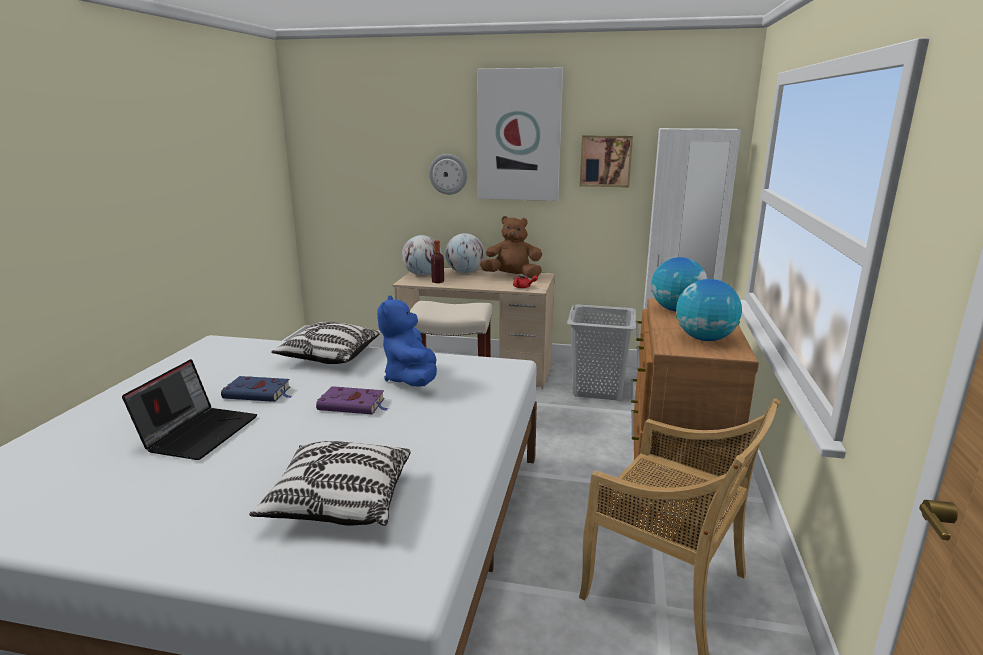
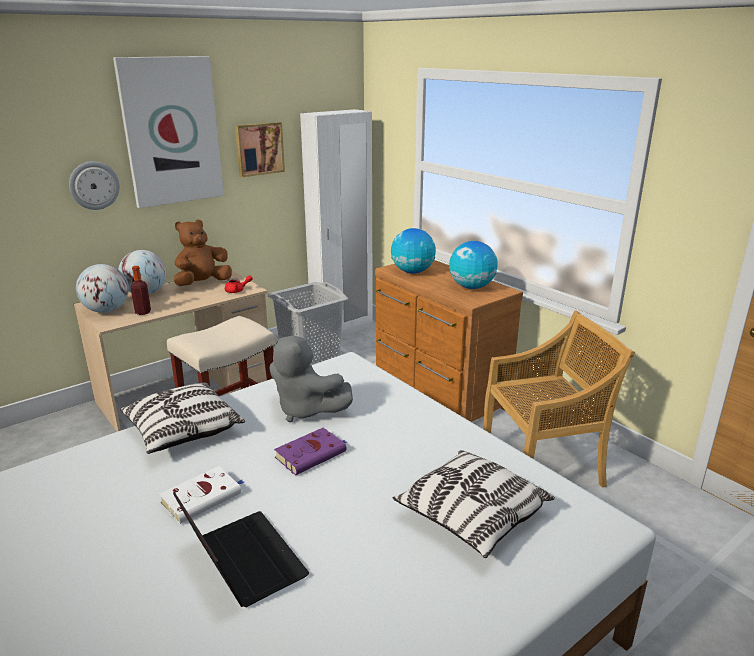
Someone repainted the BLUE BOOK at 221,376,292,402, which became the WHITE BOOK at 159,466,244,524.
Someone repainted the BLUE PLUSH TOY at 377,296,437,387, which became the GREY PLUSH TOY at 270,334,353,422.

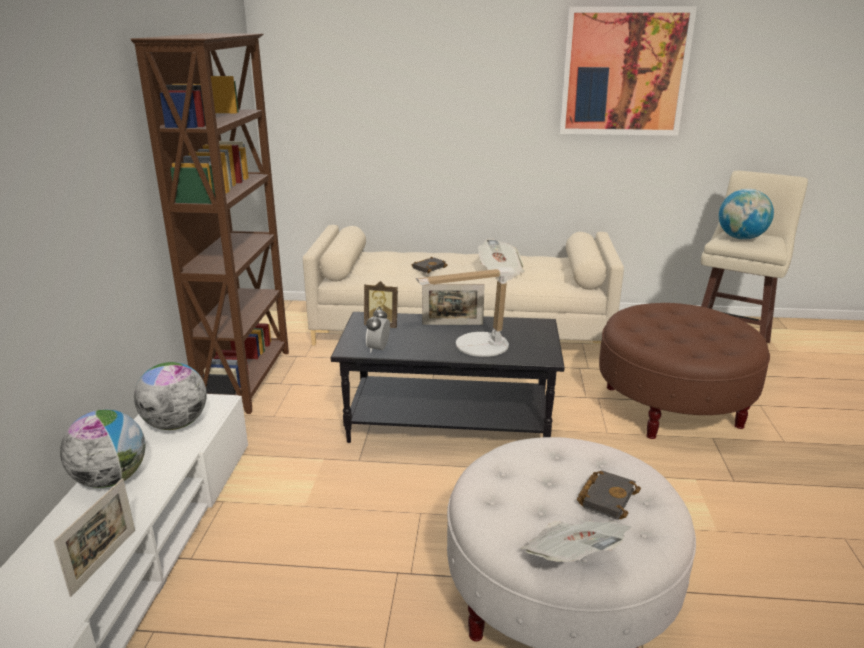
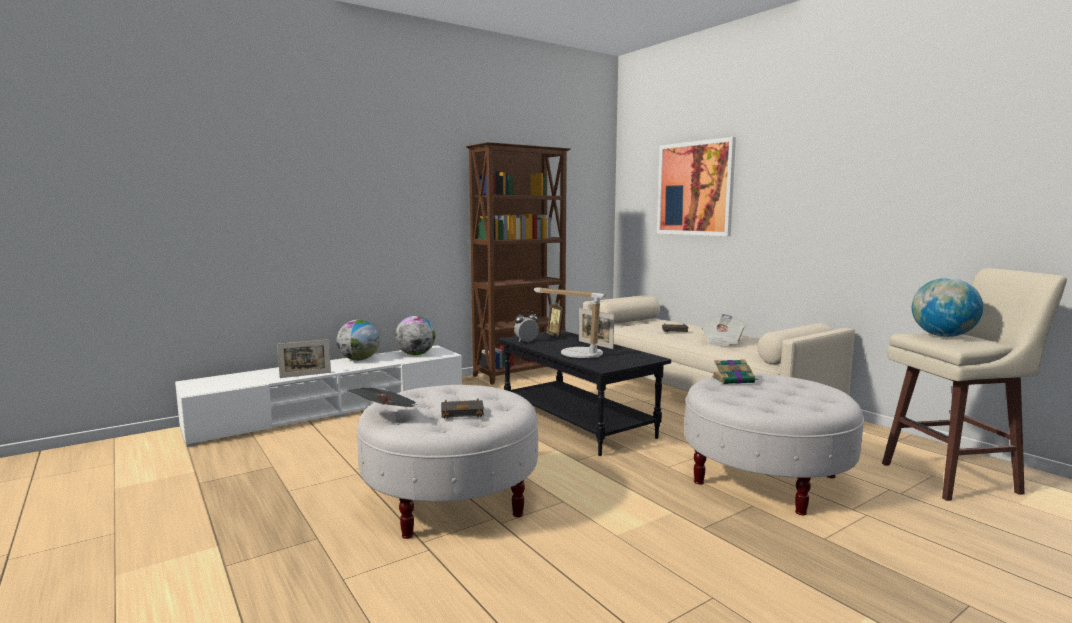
Someone carried the PICTURE from 559,7,697,136 to 657,137,736,236.
Someone repainted the BROWN OTTOMAN at 599,303,770,439, which became the WHITE OTTOMAN at 684,373,864,515.
Someone put down the BOOK at 712,359,758,384.

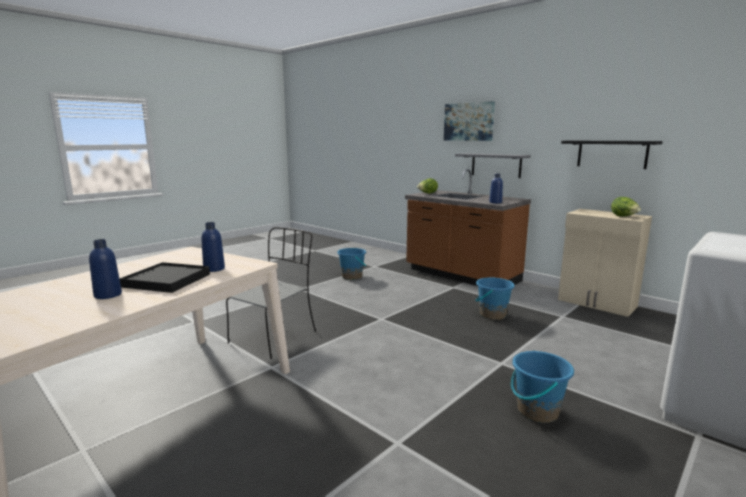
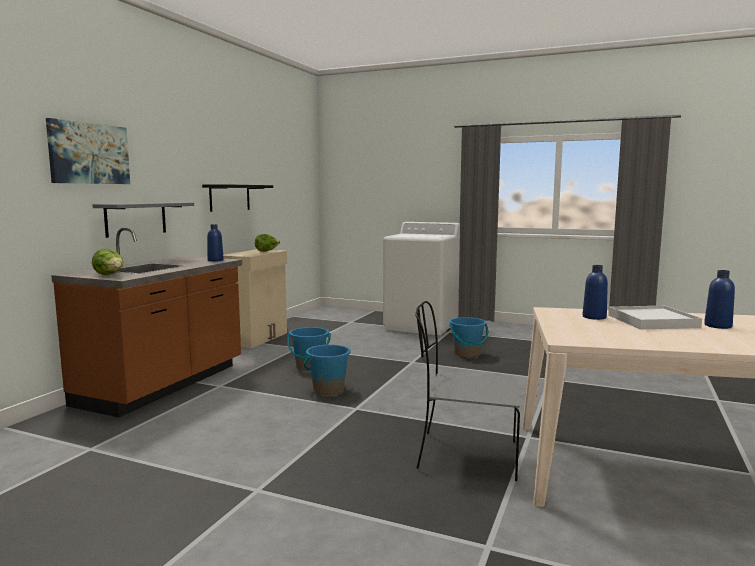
Someone carried the BLUE BUCKET from 337,248,366,280 to 303,345,350,395.
Someone repainted the BLACK TRAY at 119,262,210,293, which became the WHITE TRAY at 608,306,702,329.

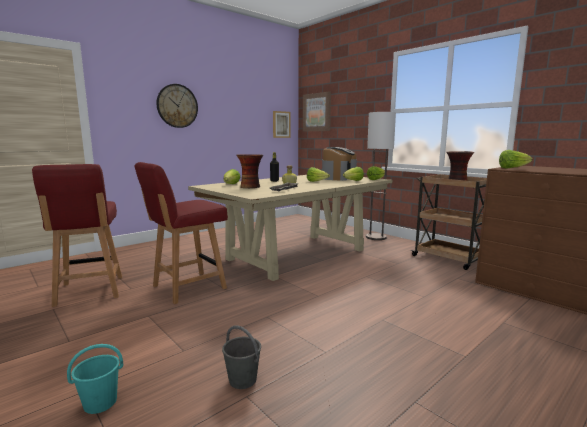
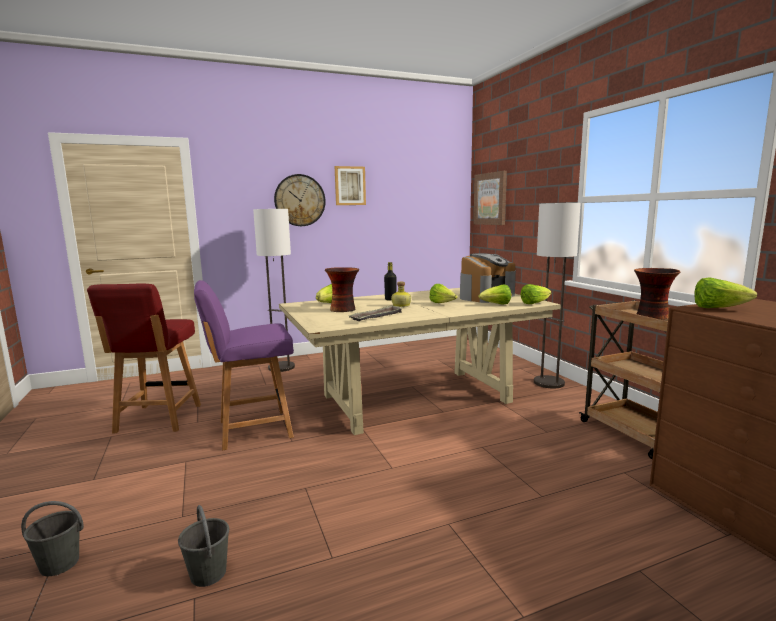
Someone repainted the TURQUOISE BUCKET at 67,344,123,414, which became the GREY BUCKET at 21,501,84,576.
Someone repainted the RED CHAIR at 135,162,228,304, which became the PURPLE CHAIR at 194,280,294,450.
Someone put down the FLOOR LAMP at 253,209,295,372.
Someone carried the PICTURE from 273,111,291,138 to 335,166,366,205.

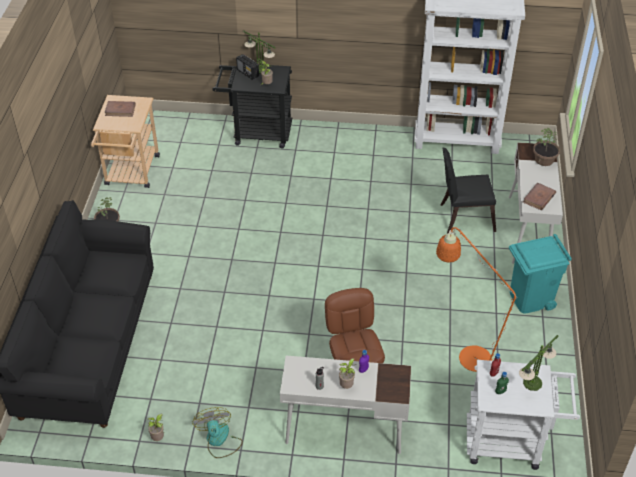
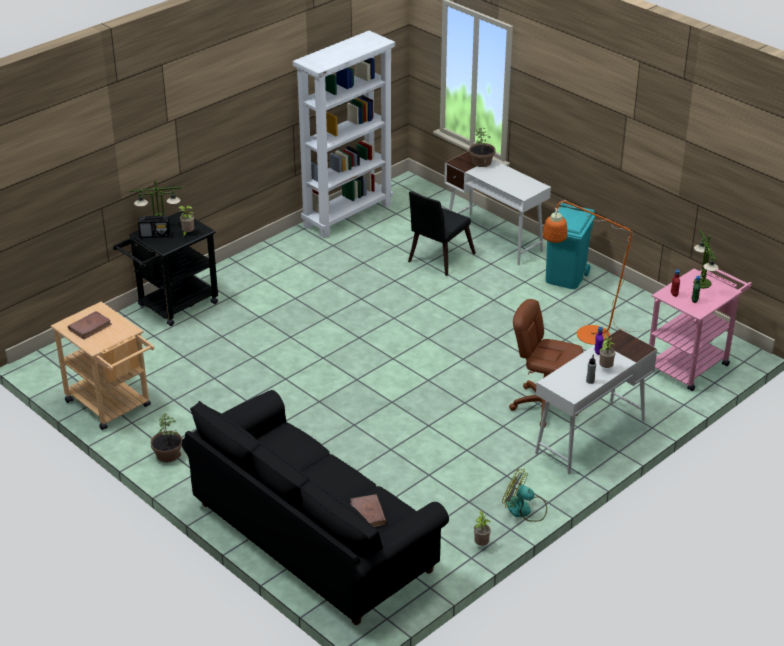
Someone carried the BROWN BOOK from 523,182,556,210 to 350,494,387,527.
Someone repainted the WHITE CART at 467,360,580,470, which became the PINK CART at 649,269,752,391.

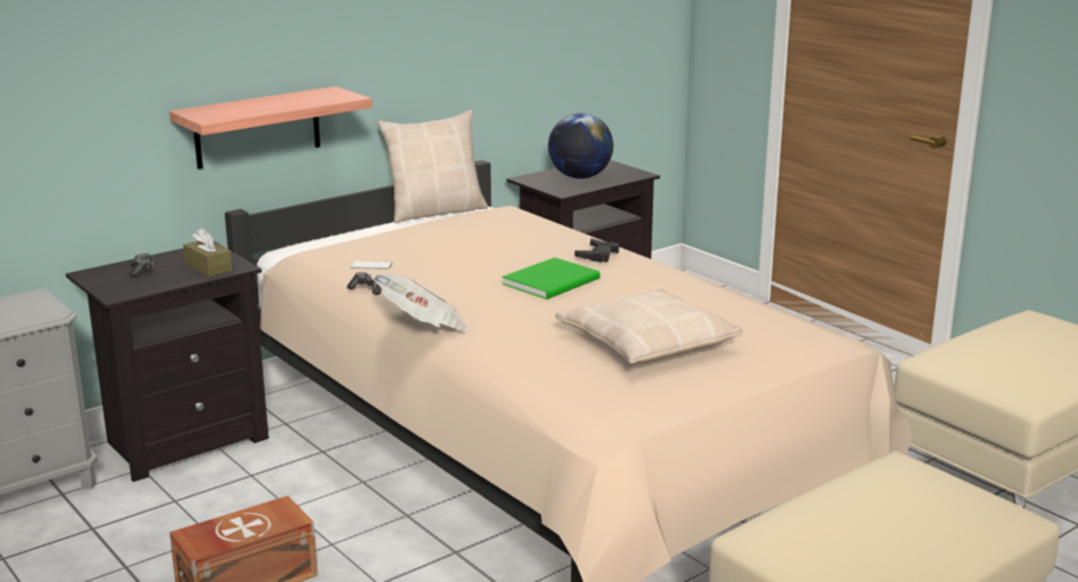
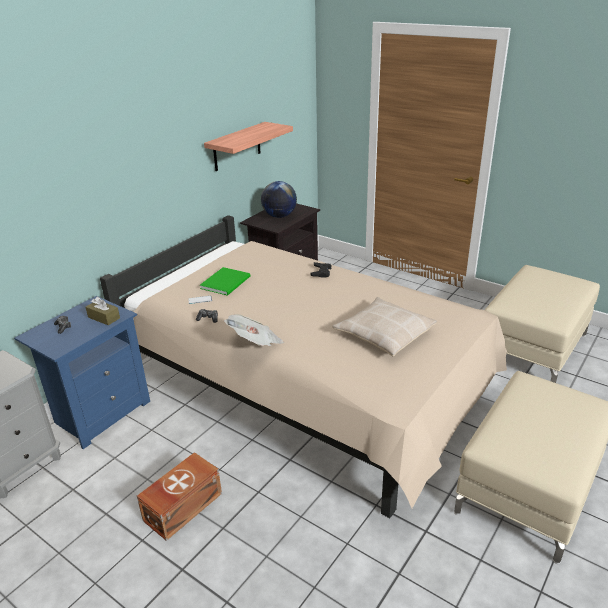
Someone repainted the BLACK NIGHTSTAND at 66,241,269,482, which became the BLUE NIGHTSTAND at 14,296,150,449.
Someone carried the GREEN BOOK from 502,257,600,299 to 200,267,250,296.
Someone carried the SHELF from 169,86,372,169 to 204,122,293,171.
Someone took away the BEIGE PILLOW at 377,110,488,223.

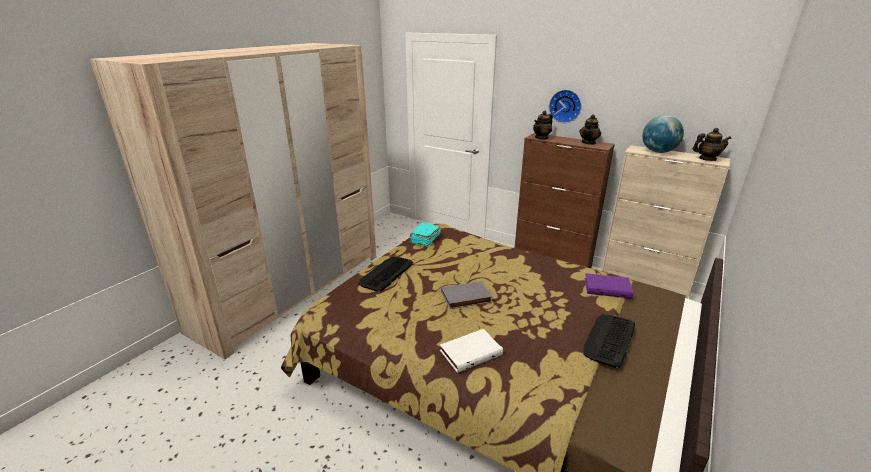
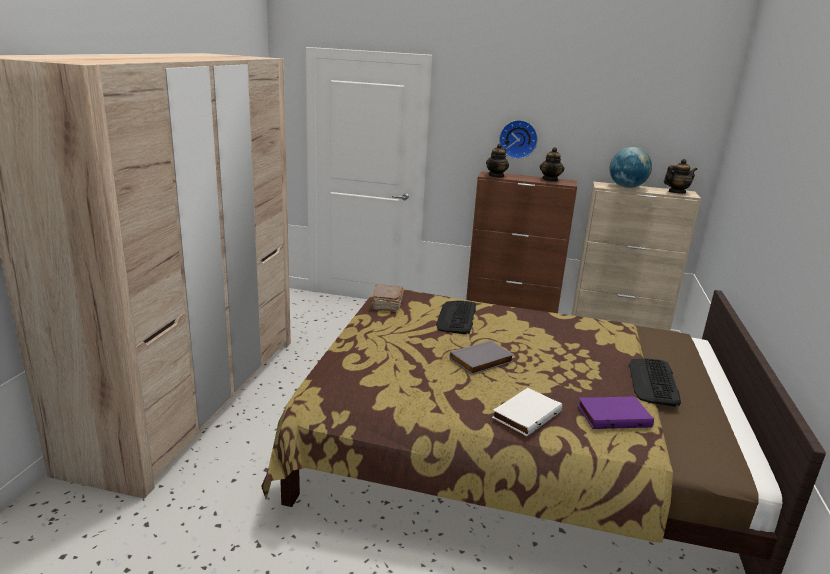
Someone repainted the TURQUOISE BOOK at 410,223,441,247, which became the BROWN BOOK at 371,284,404,312.
Someone carried the KEYBOARD from 358,257,413,292 to 436,300,476,334.
Someone carried the PURPLE BOOK from 585,273,634,299 to 577,397,654,429.

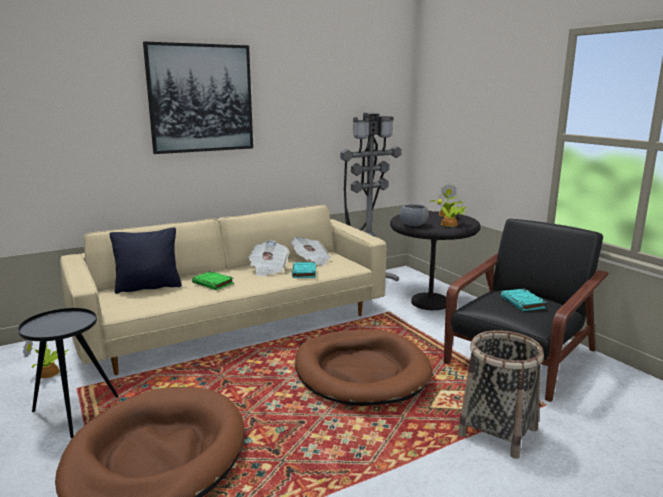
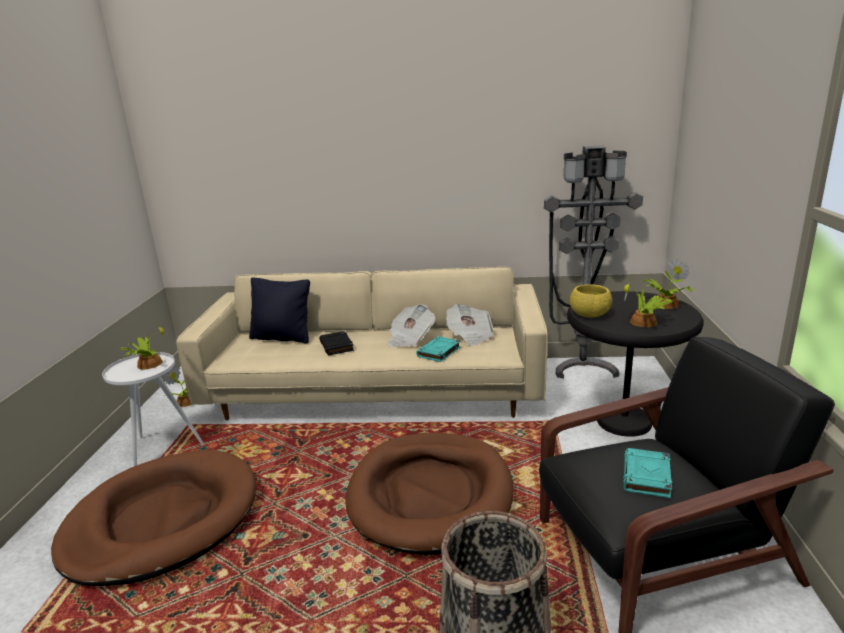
Someone repainted the BLACK SIDE TABLE at 18,308,119,438, which became the WHITE SIDE TABLE at 102,352,204,466.
Someone put down the POTTED PLANT at 119,324,164,369.
Someone repainted the GREEN BOOK at 192,271,234,290, which became the BLACK BOOK at 319,331,354,355.
Someone repainted the GREY BOWL at 400,204,429,226, which became the YELLOW BOWL at 570,284,612,317.
Someone took away the PICTURE at 143,42,253,154.

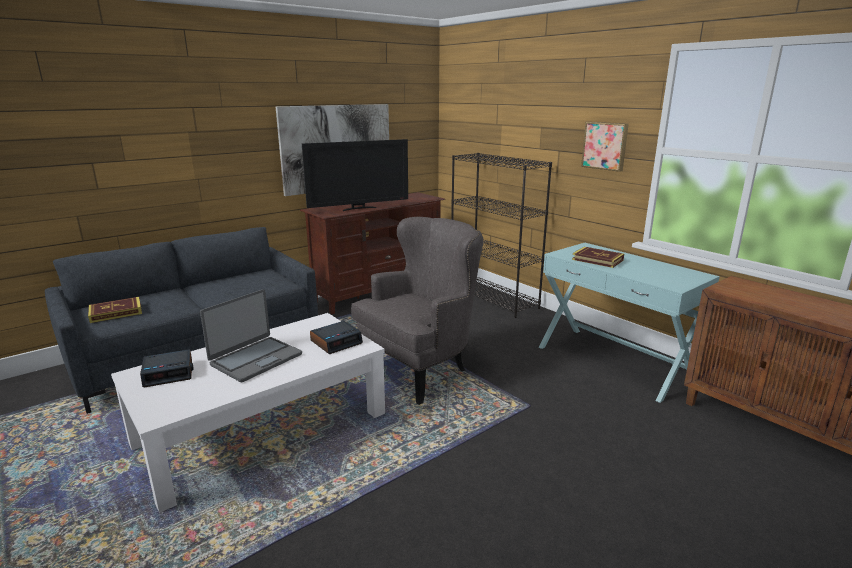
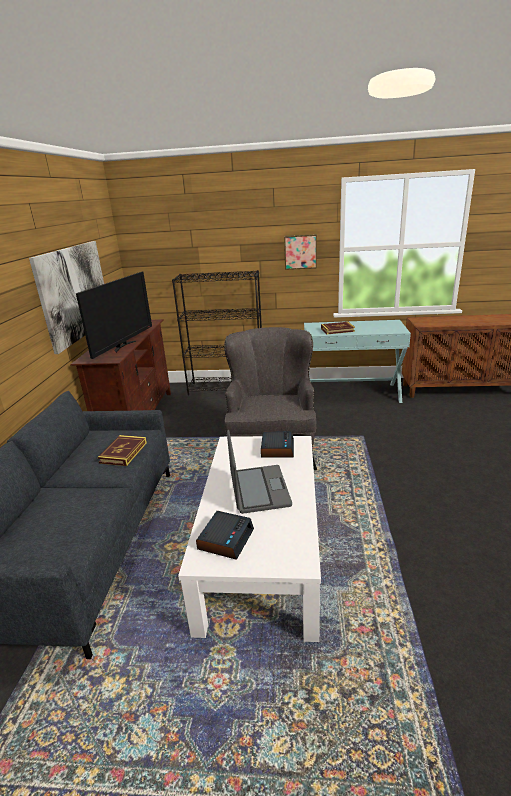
Someone carried the BOOK from 88,297,142,323 to 98,435,147,466.

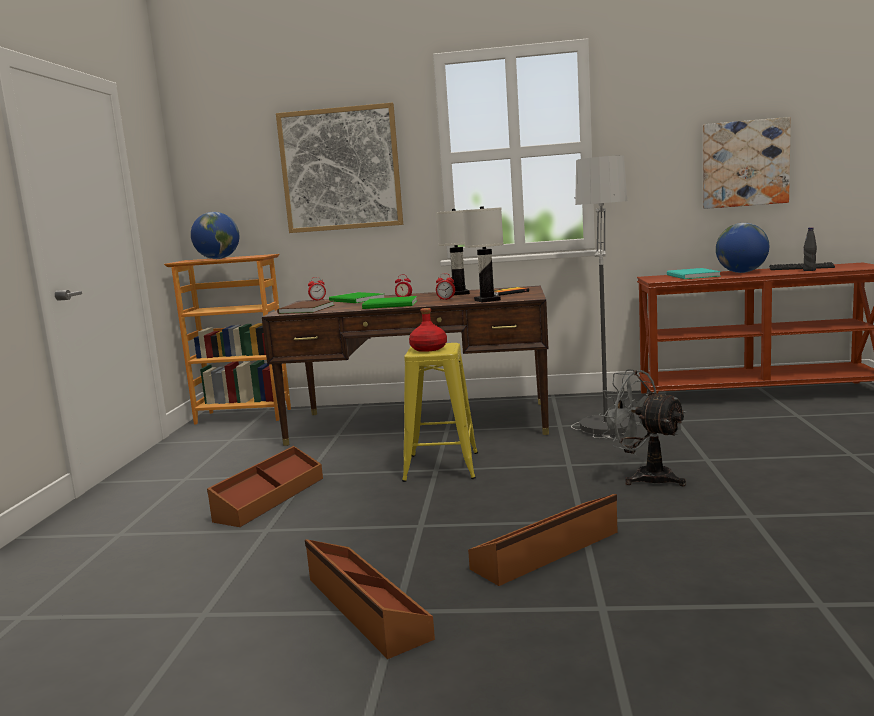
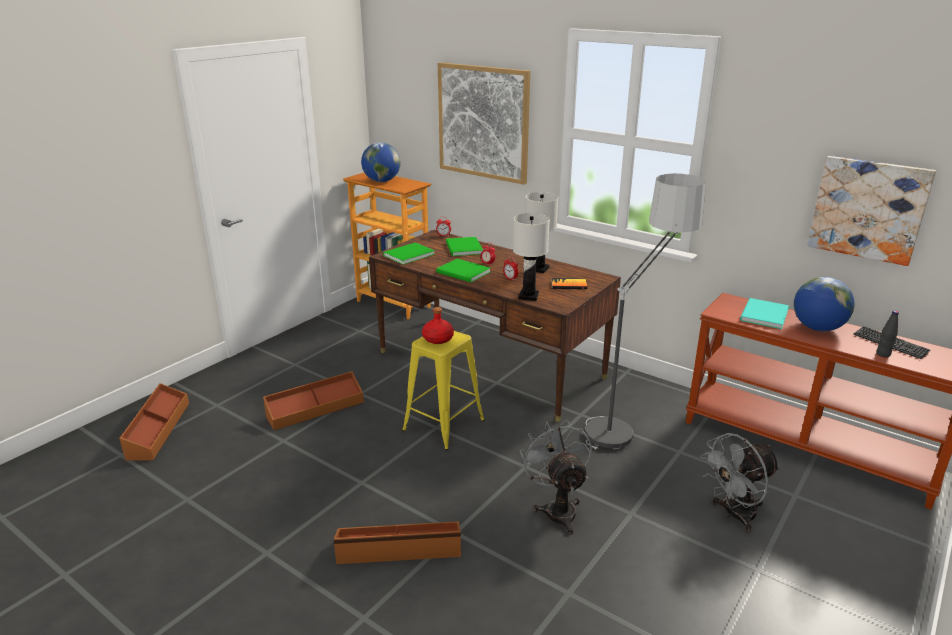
Someone carried the BROWN STORAGE BOX from 305,539,435,659 to 119,383,189,461.
Someone repainted the BROWN BOOK at 277,301,334,314, which became the GREEN BOOK at 383,243,435,265.
Someone put down the GREY FAN at 700,433,780,532.

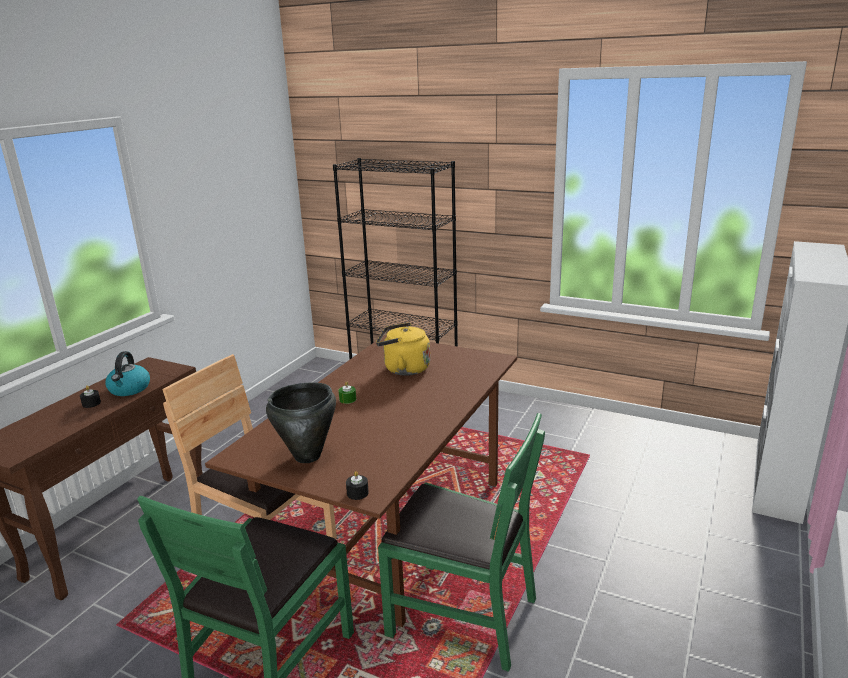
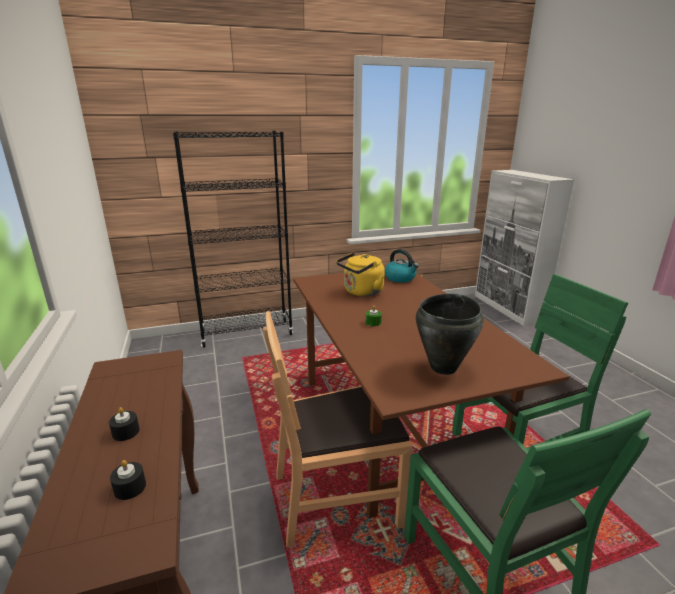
Someone carried the BLACK CANDLE from 346,471,369,500 to 110,460,146,500.
Someone carried the KETTLE from 105,351,150,396 to 385,249,419,283.

